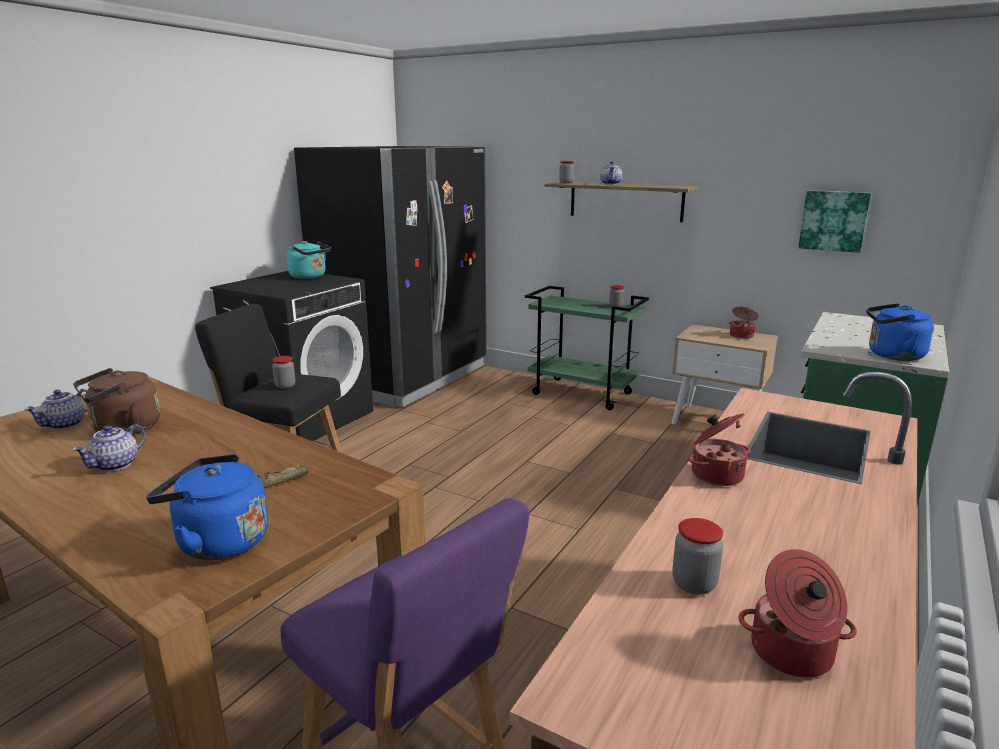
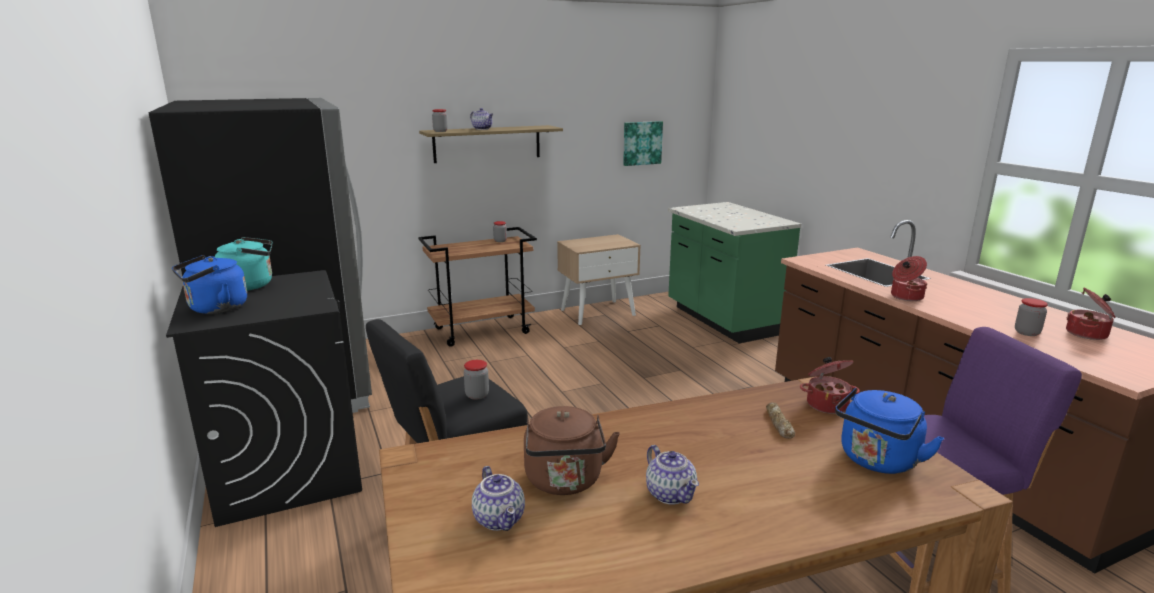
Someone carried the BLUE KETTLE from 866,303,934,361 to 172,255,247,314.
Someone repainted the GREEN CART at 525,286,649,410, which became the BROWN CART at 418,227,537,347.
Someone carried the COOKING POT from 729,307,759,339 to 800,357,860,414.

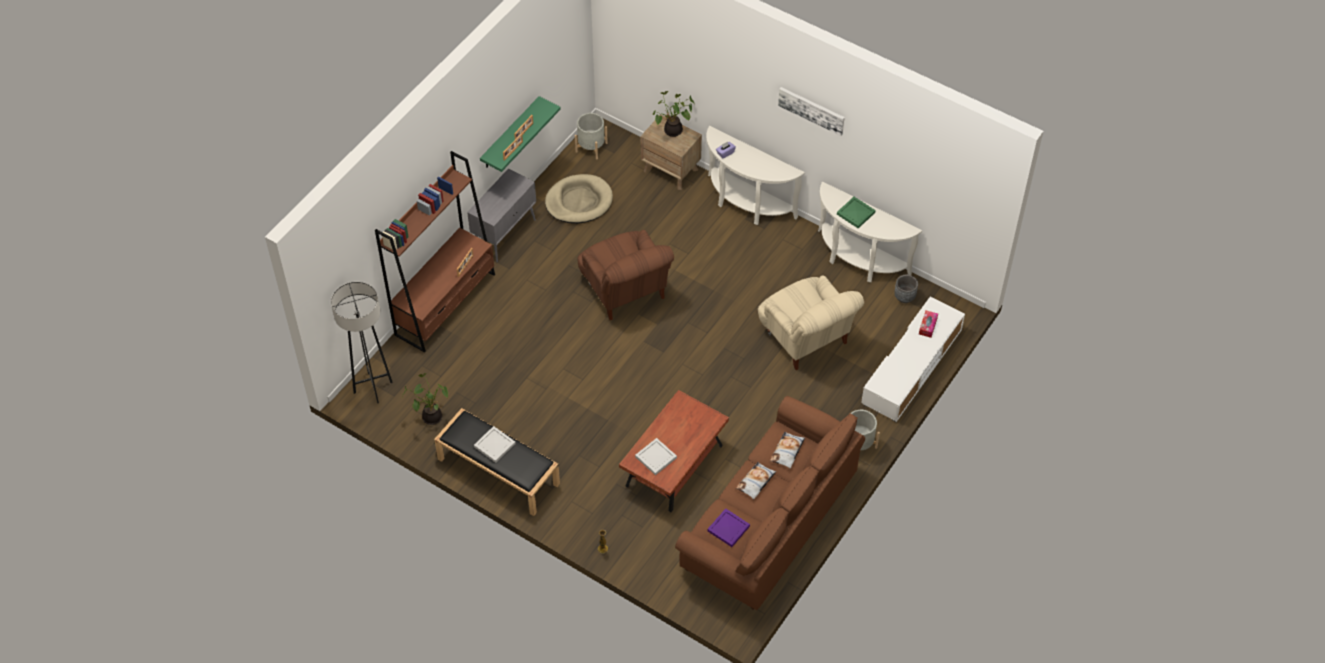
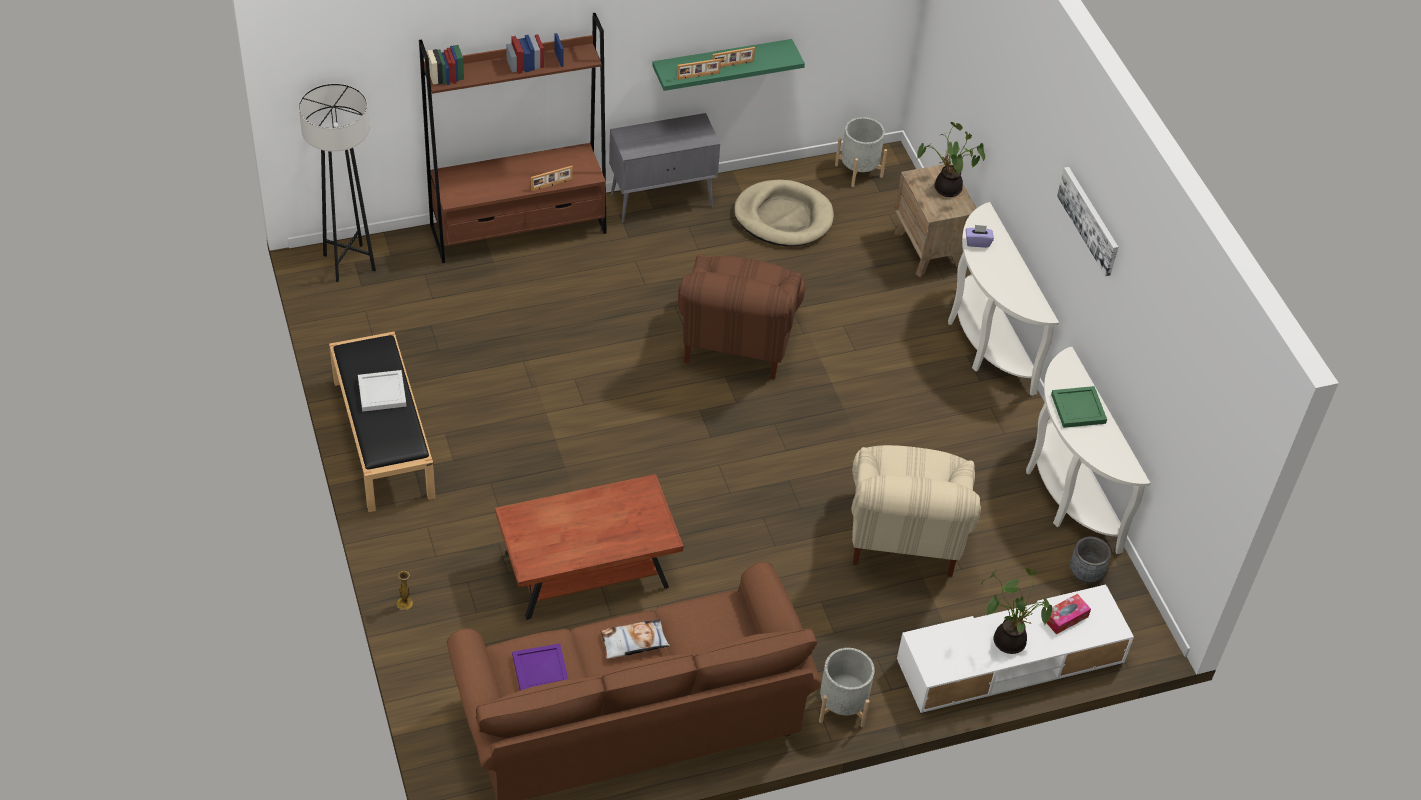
Someone carried the POTTED PLANT from 402,373,448,425 to 981,568,1052,654.
Someone took away the WHITE TRAY at 635,438,677,475.
Someone took away the PILLOW at 770,432,805,469.

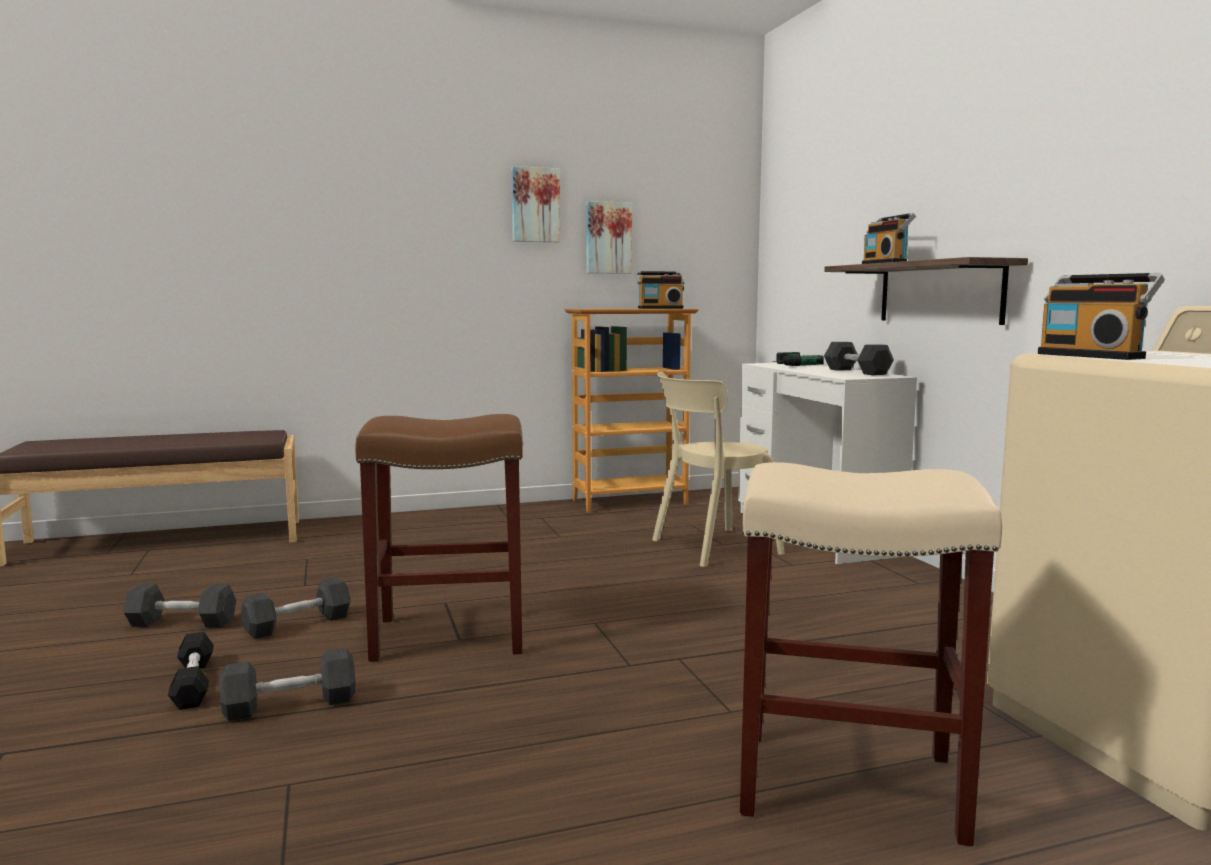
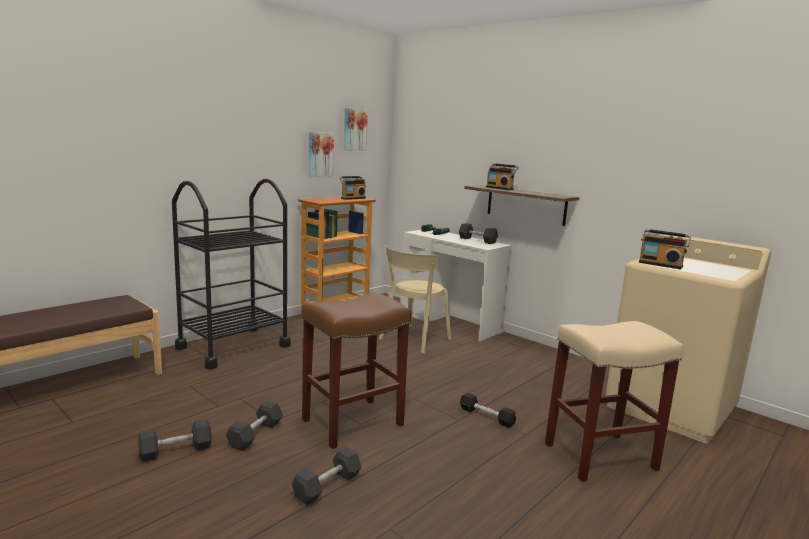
Someone put down the BLACK CART at 172,179,291,370.
Someone carried the PICTURE from 511,166,560,242 to 344,108,368,151.
Someone carried the BLACK DUMBBELL from 168,632,214,710 to 460,393,516,428.

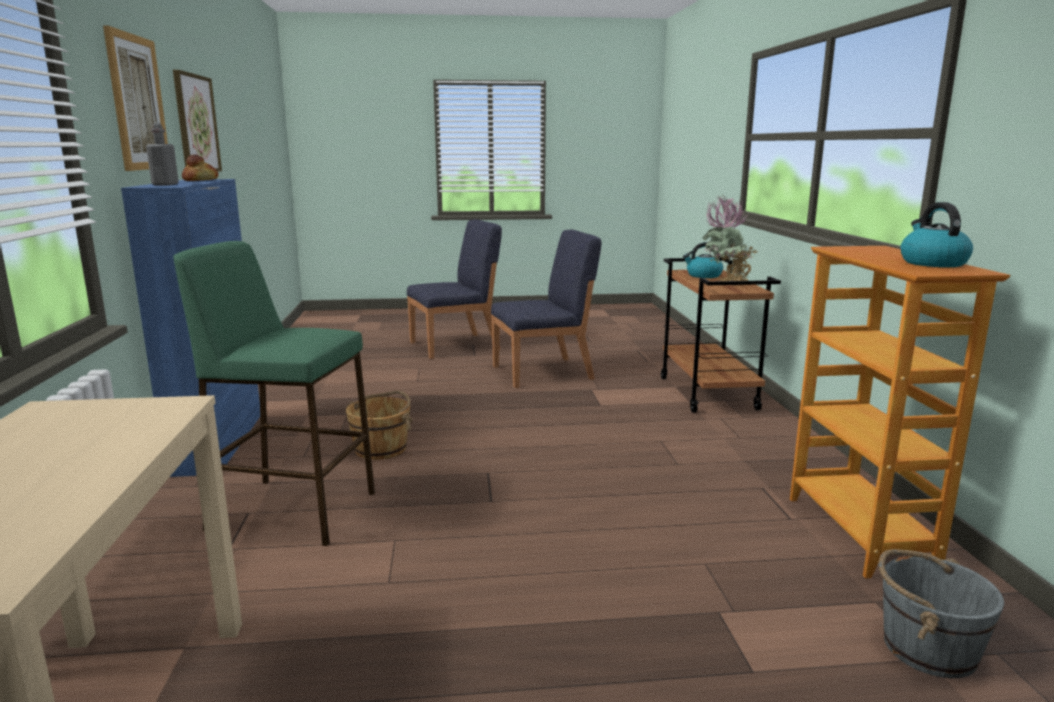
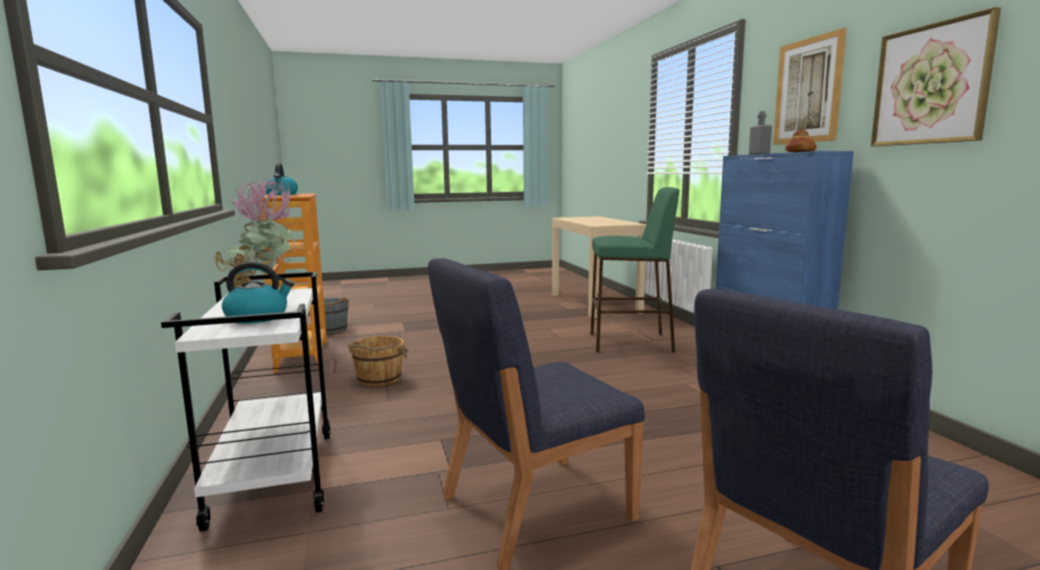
Someone repainted the BROWN CART at 661,258,781,413, which became the WHITE CART at 161,272,331,532.
Someone carried the BROWN BUCKET from 346,391,413,460 to 348,336,408,386.

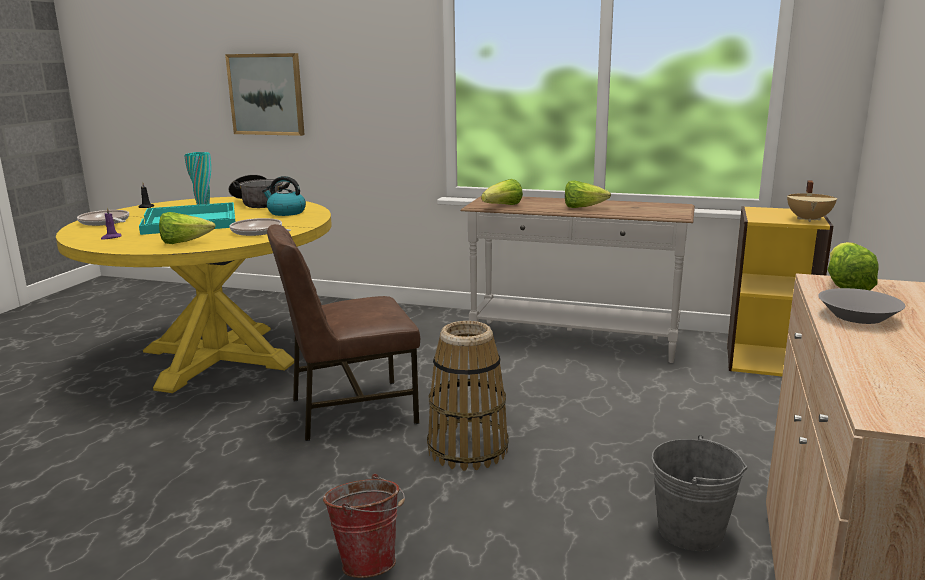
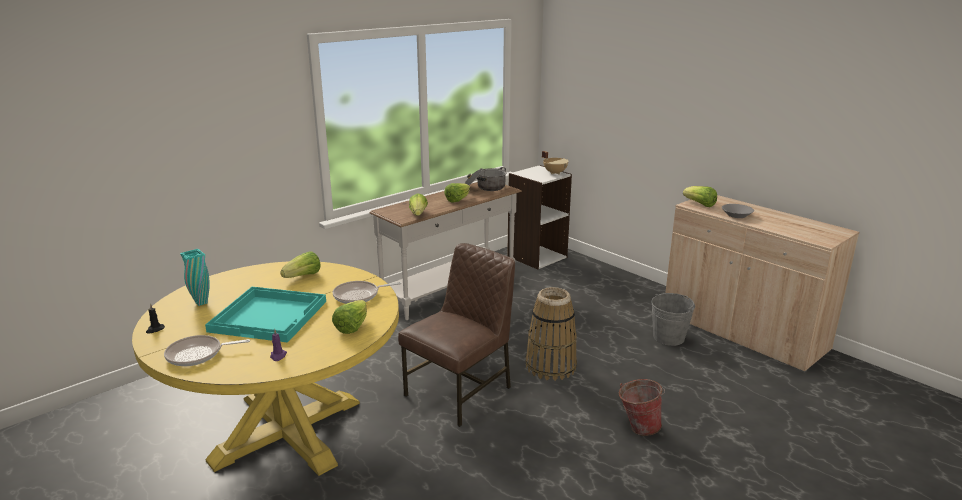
Someone swapped the KETTLE at 262,176,306,216 for the LETTUCE at 280,252,321,278.
Someone rotated the BROWN CHAIR at 267,224,420,441 by 150 degrees counterclockwise.
Someone carried the COOKING POT from 229,174,290,208 to 465,167,506,191.
Someone repainted the YELLOW BOOKCASE at 727,206,833,376, which became the WHITE BOOKCASE at 507,165,572,269.
Someone took away the PICTURE at 225,53,305,136.

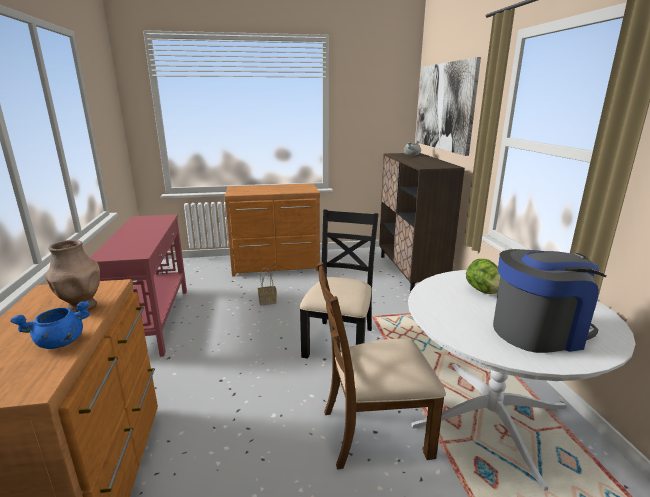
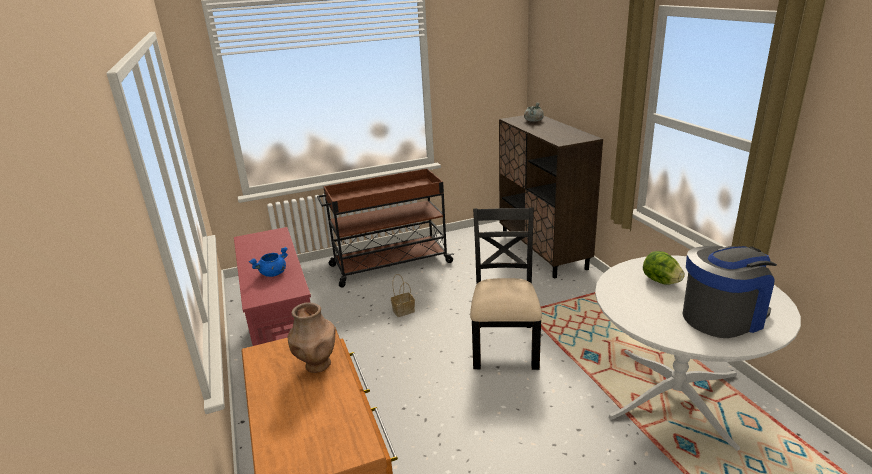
Someone carried the BLUE COOKING POT from 10,301,90,349 to 249,247,288,277.
Someone swapped the BROWN DRESSER at 224,184,320,277 for the BROWN CART at 317,169,454,288.
Someone took away the BROWN CHAIR at 316,262,446,470.
Someone took away the PICTURE at 416,57,481,156.

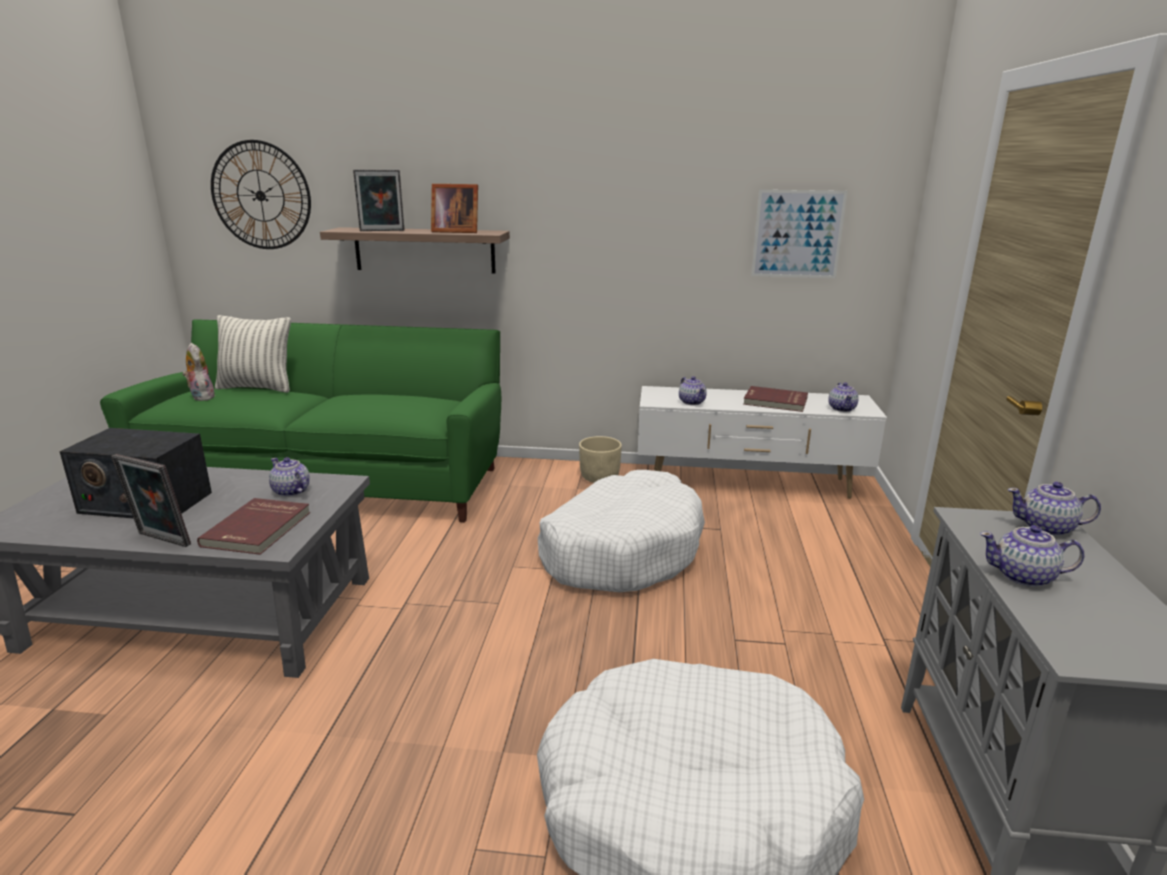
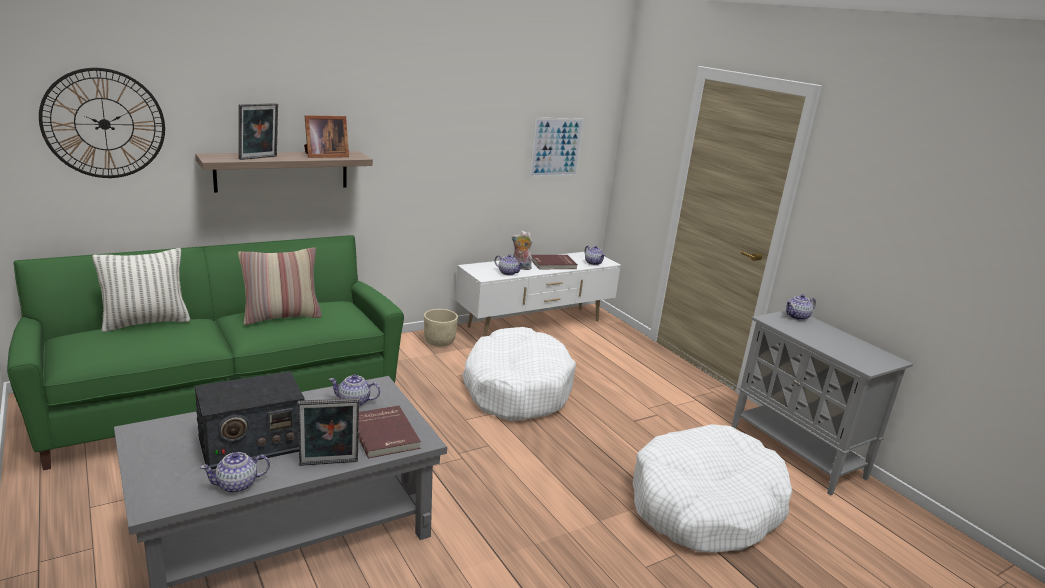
Someone carried the TEAPOT from 980,525,1085,587 to 200,452,270,493.
Someone put down the PILLOW at 238,247,322,325.
Someone carried the PLUSH TOY from 182,343,215,401 to 512,231,533,270.

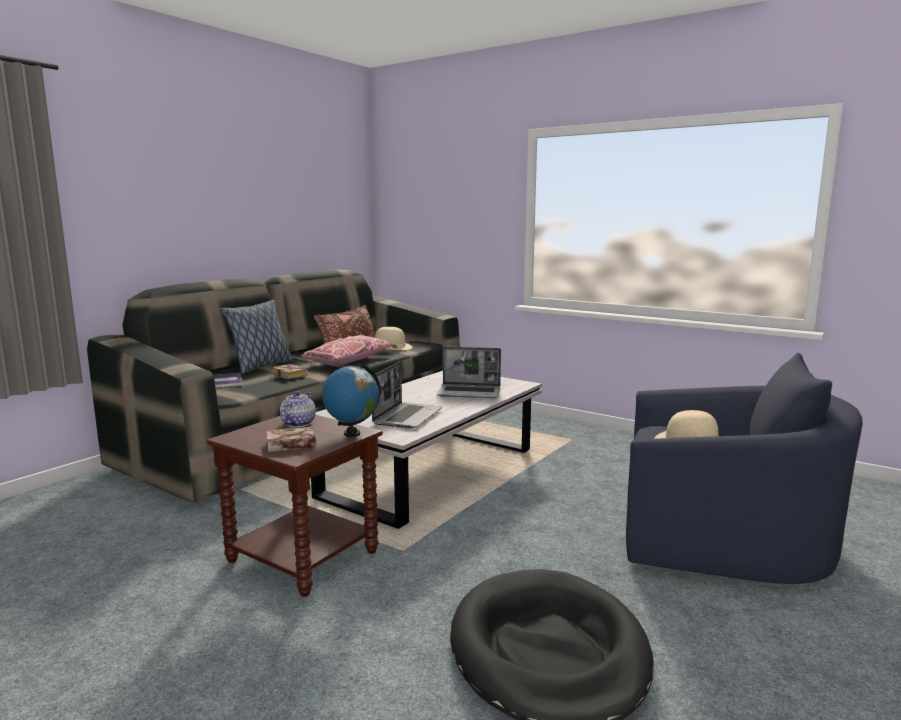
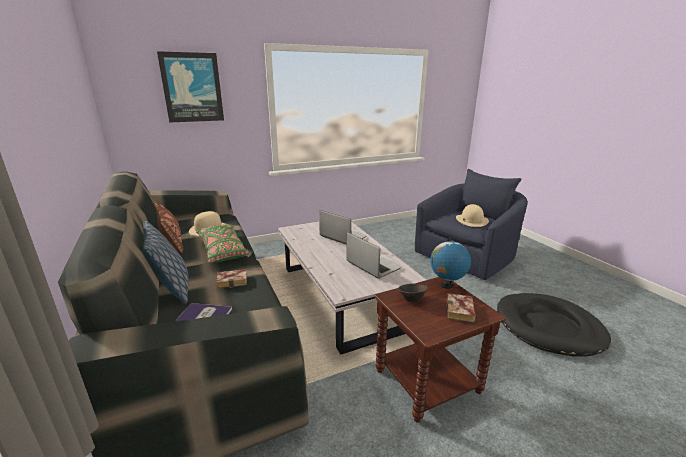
Someone put up the PICTURE at 157,51,224,123.
Someone repainted the PINK PILLOW at 301,335,393,365, which became the GREEN PILLOW at 196,224,249,263.
Someone rotated the LAPTOP at 437,346,501,398 by 90 degrees counterclockwise.
Someone swapped the TEAPOT at 280,391,316,427 for the BROWN BOWL at 397,284,428,303.

